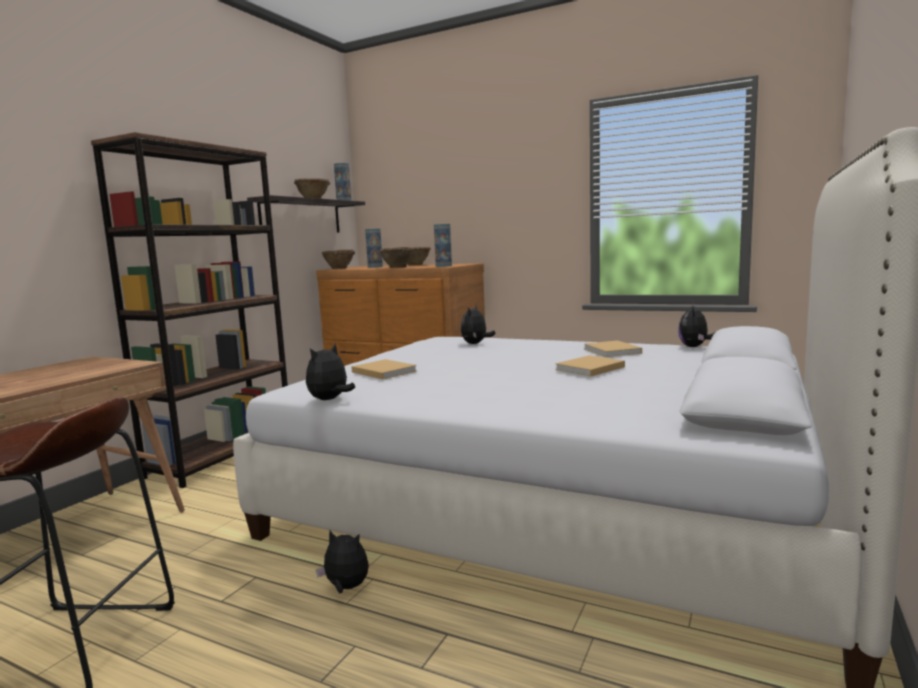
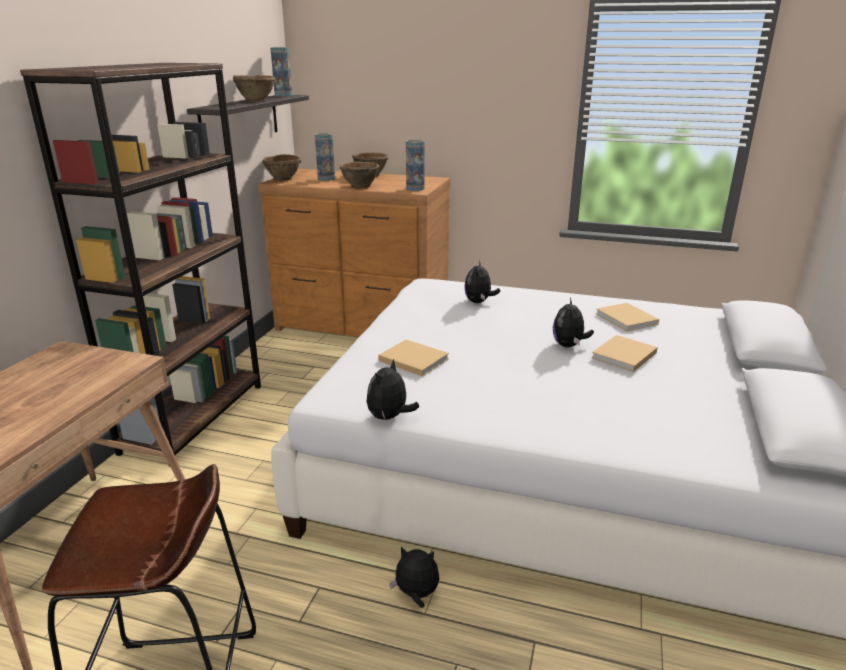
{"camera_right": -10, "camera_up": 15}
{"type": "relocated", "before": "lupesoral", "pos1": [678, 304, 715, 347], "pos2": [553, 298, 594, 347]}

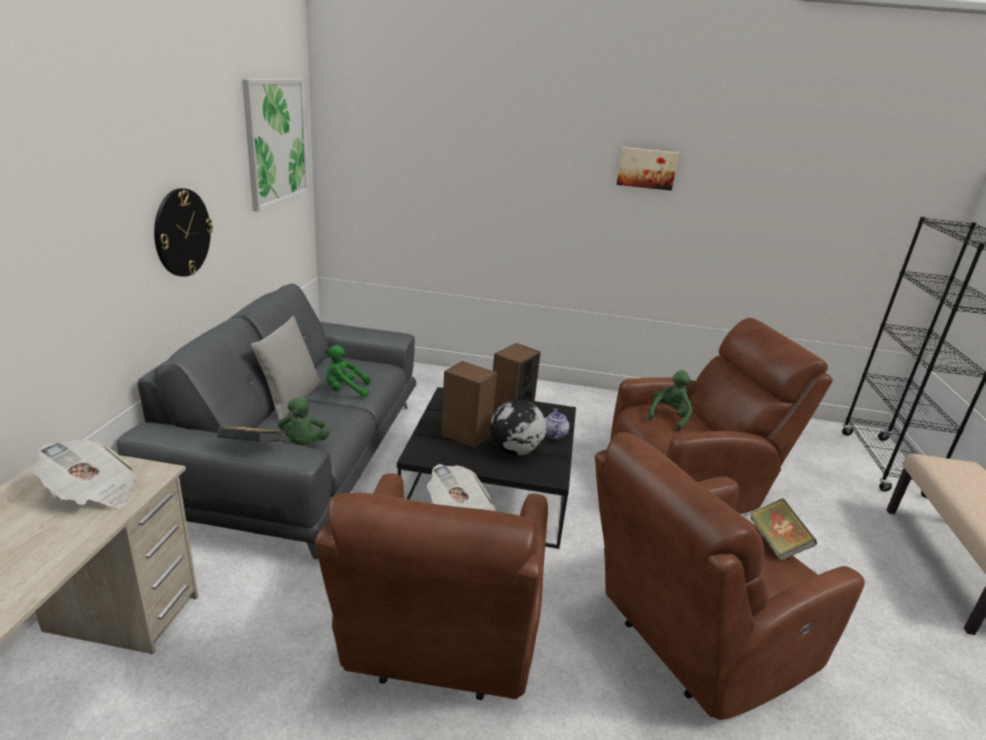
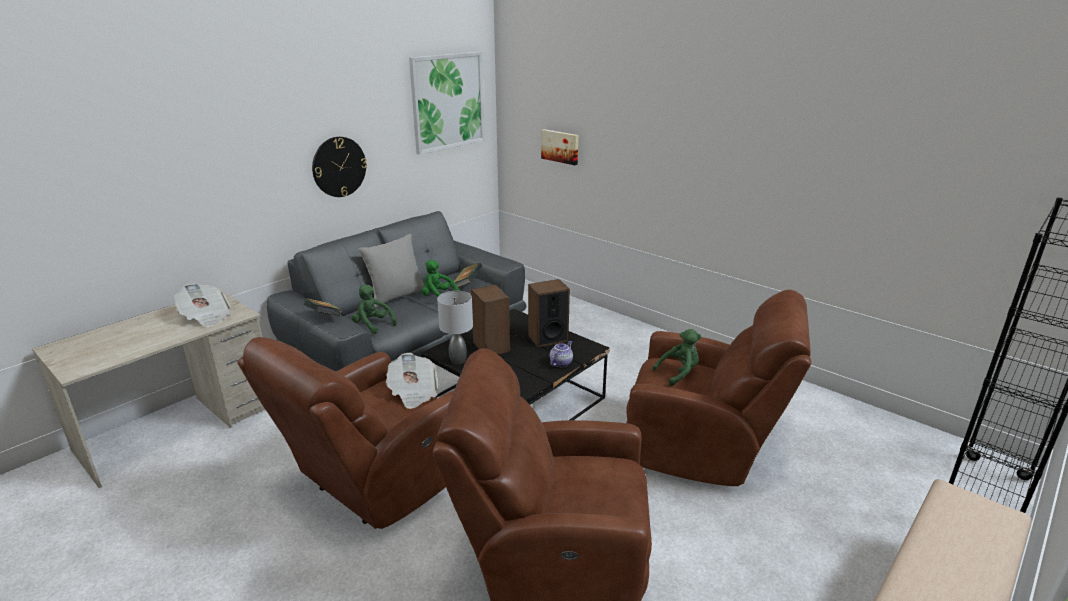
{"camera_right": 35, "camera_up": 0}
{"type": "spun", "before": "lupesoral (green)", "pos1": [278, 397, 330, 445], "pos2": [352, 284, 397, 334], "turn": 105}
{"type": "appeared", "after": "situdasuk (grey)", "pos2": [437, 291, 473, 365]}
{"type": "relocated", "before": "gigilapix", "pos1": [749, 499, 817, 561], "pos2": [454, 262, 483, 288]}
{"type": "relocated", "before": "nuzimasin", "pos1": [617, 147, 679, 191], "pos2": [541, 129, 578, 165]}
{"type": "missing", "before": "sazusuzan", "pos1": [490, 400, 546, 456]}

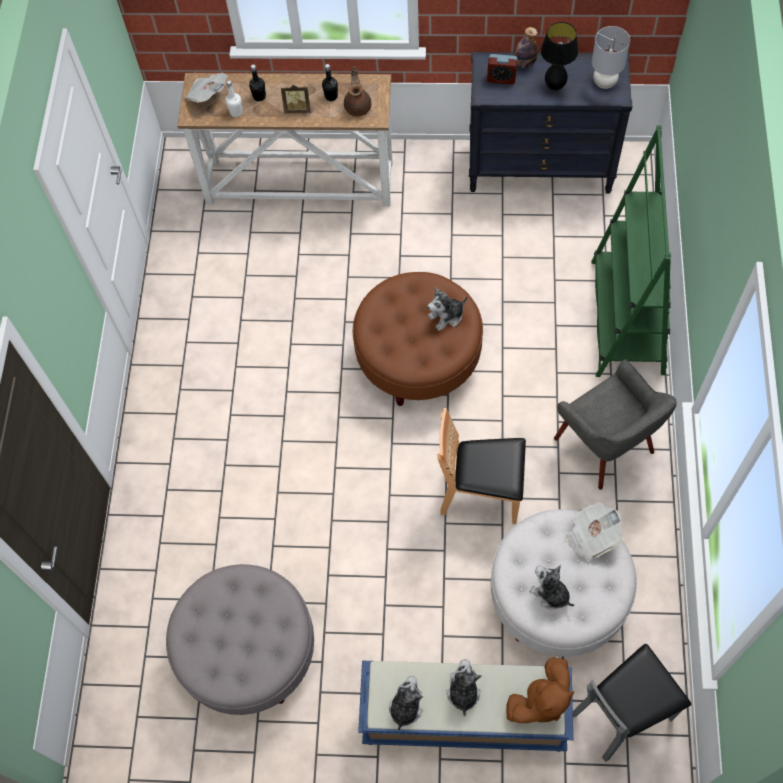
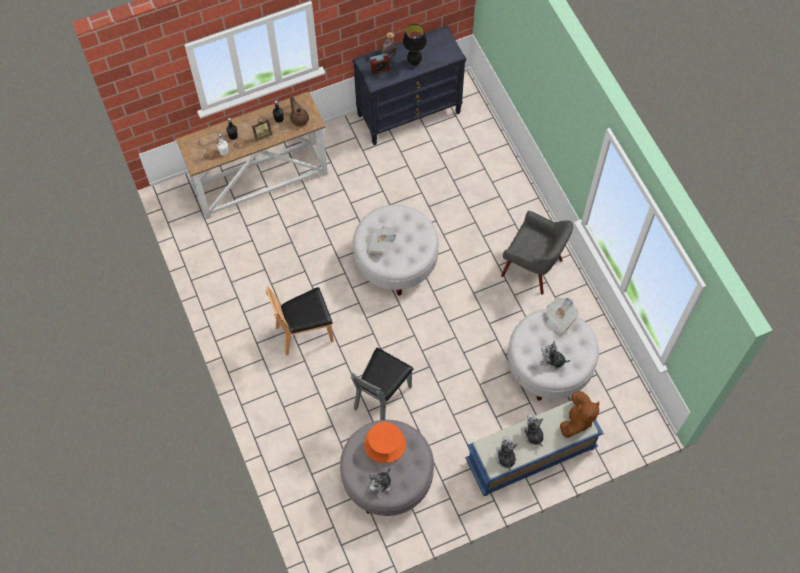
{"camera_right": -30, "camera_up": 0}
{"type": "relocated", "before": "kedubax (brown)", "pos1": [437, 408, 526, 524], "pos2": [265, 286, 334, 356]}
{"type": "relocated", "before": "kedubax (grey)", "pos1": [573, 644, 691, 762], "pos2": [351, 348, 414, 420]}
{"type": "colour", "before": "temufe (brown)", "after": "temufe (white)", "pos1": [353, 272, 483, 406], "pos2": [353, 205, 439, 296]}
{"type": "appeared", "after": "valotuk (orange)", "pos2": [364, 422, 406, 463]}
{"type": "relocated", "before": "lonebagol", "pos1": [185, 72, 228, 102], "pos2": [365, 226, 396, 253]}
{"type": "relocated", "before": "lupesoral", "pos1": [428, 287, 468, 331], "pos2": [368, 468, 391, 499]}
{"type": "missing", "before": "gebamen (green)", "pos1": [591, 125, 671, 377]}
{"type": "missing", "before": "situdasuk (grey)", "pos1": [592, 26, 630, 89]}

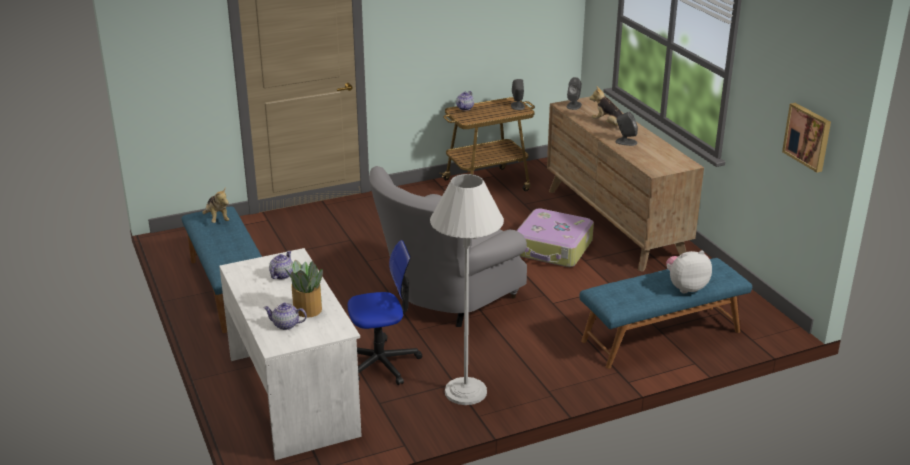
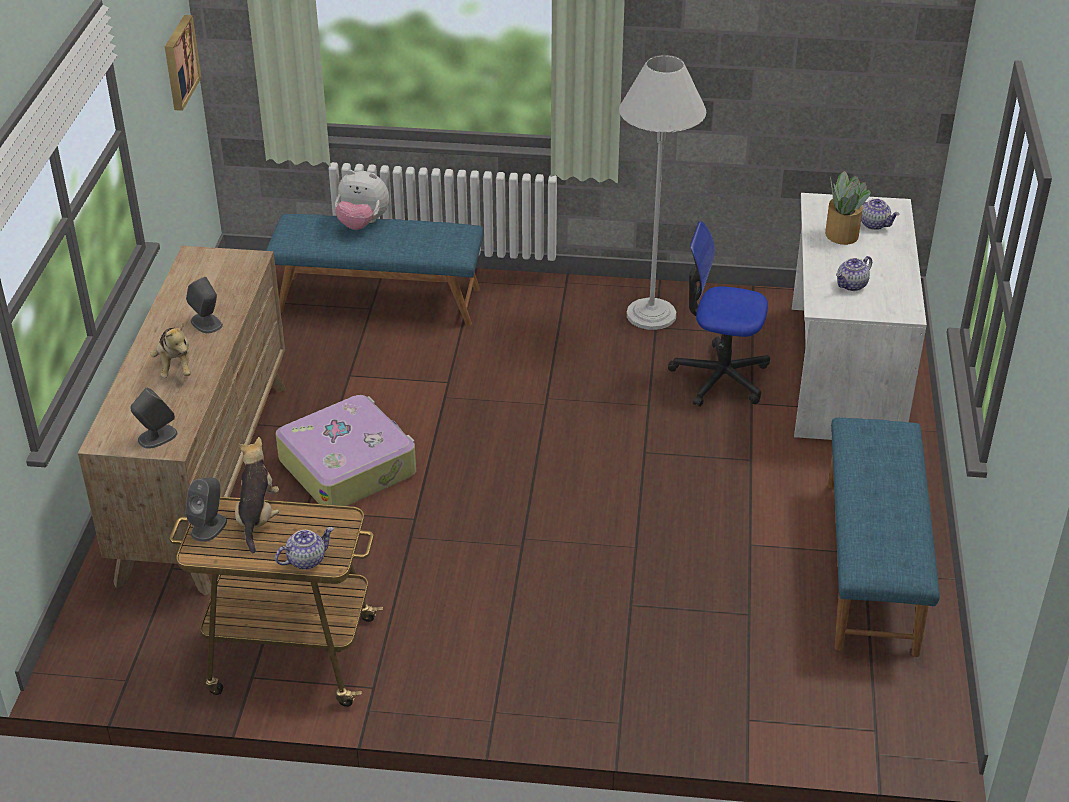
{"camera_right": -150, "camera_up": 10}
{"type": "relocated", "before": "lupesoral", "pos1": [202, 187, 229, 223], "pos2": [235, 437, 279, 553]}
{"type": "missing", "before": "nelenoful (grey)", "pos1": [369, 166, 527, 327]}

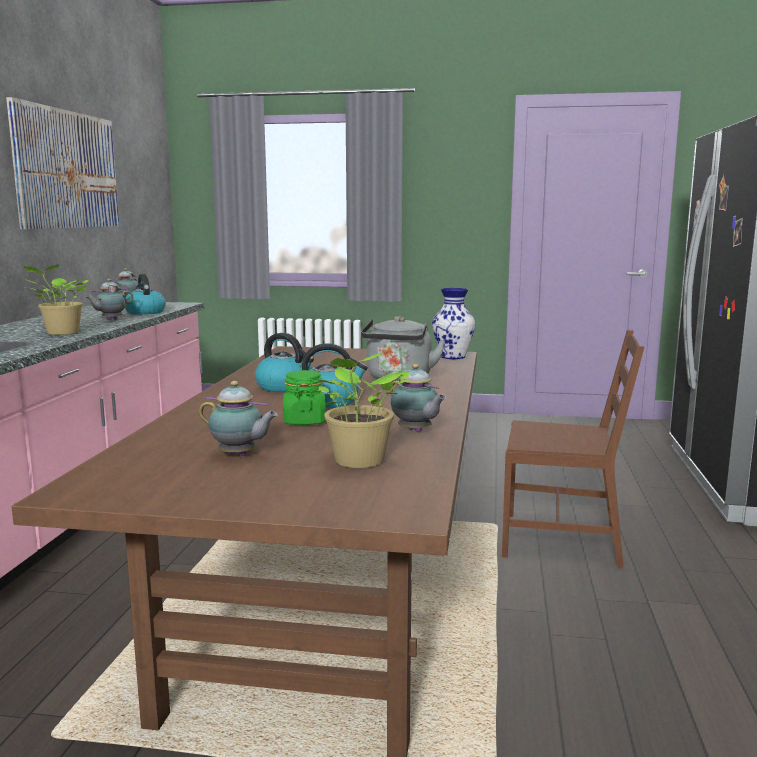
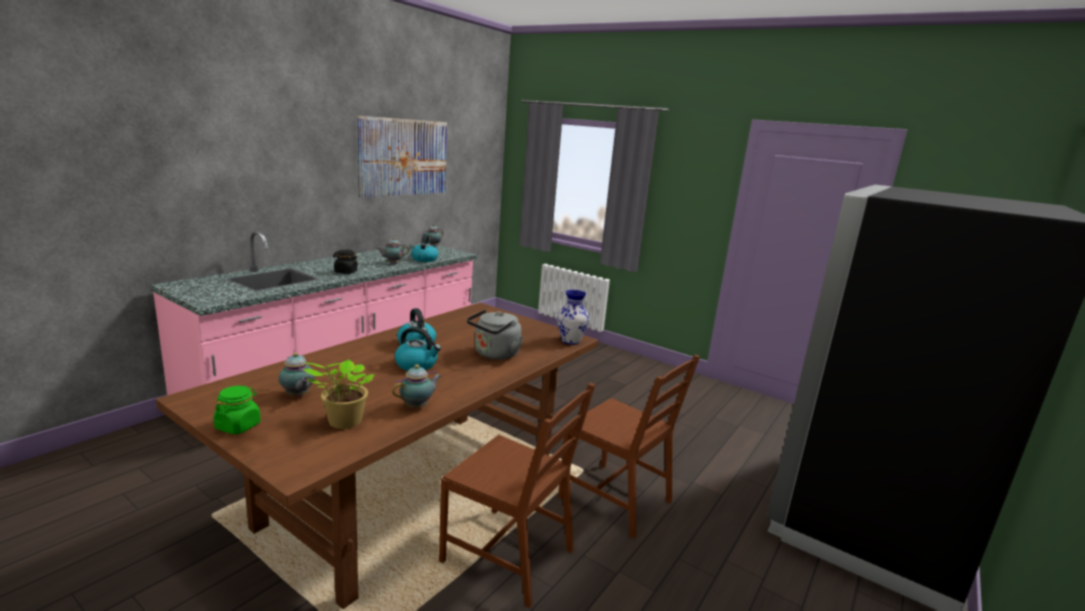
{"camera_right": 25, "camera_up": 5}
{"type": "relocated", "before": "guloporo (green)", "pos1": [283, 370, 326, 425], "pos2": [214, 386, 261, 434]}
{"type": "exchanged", "before": "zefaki", "after": "guloporo (black)", "pos1": [23, 264, 89, 335], "pos2": [333, 250, 358, 274]}
{"type": "spun", "before": "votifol", "pos1": [390, 364, 446, 432], "pos2": [392, 364, 442, 409], "turn": -120}
{"type": "appeared", "after": "kedubax (brown)", "pos2": [439, 383, 596, 608]}

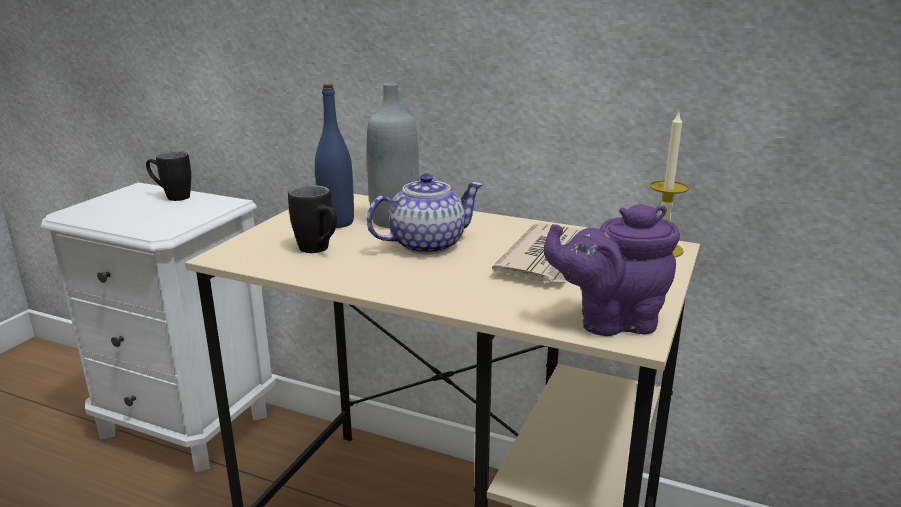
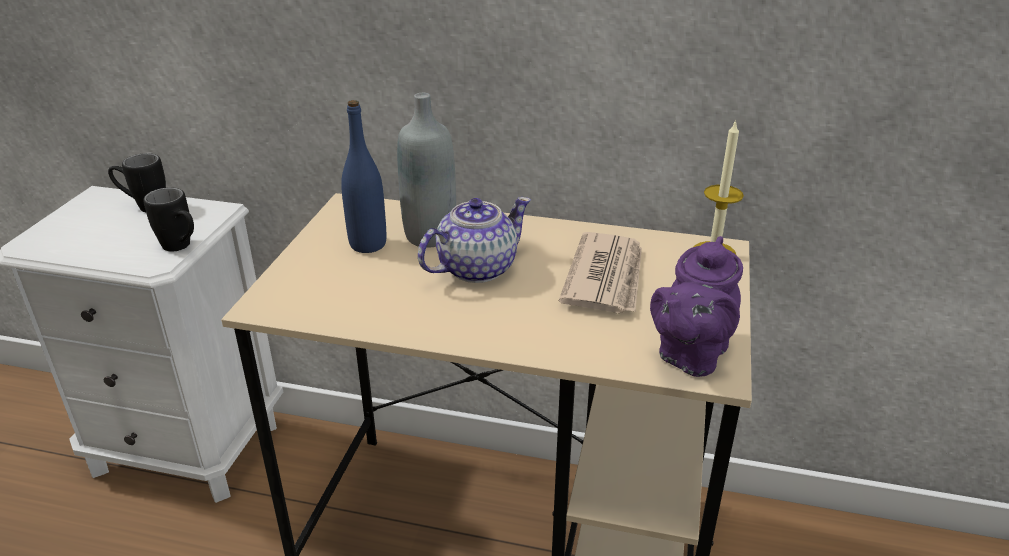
{"camera_right": -10, "camera_up": 10}
{"type": "relocated", "before": "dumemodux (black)", "pos1": [288, 185, 337, 253], "pos2": [143, 187, 194, 251]}
{"type": "spun", "before": "votifol (purple)", "pos1": [544, 204, 680, 336], "pos2": [650, 236, 743, 377], "turn": -45}

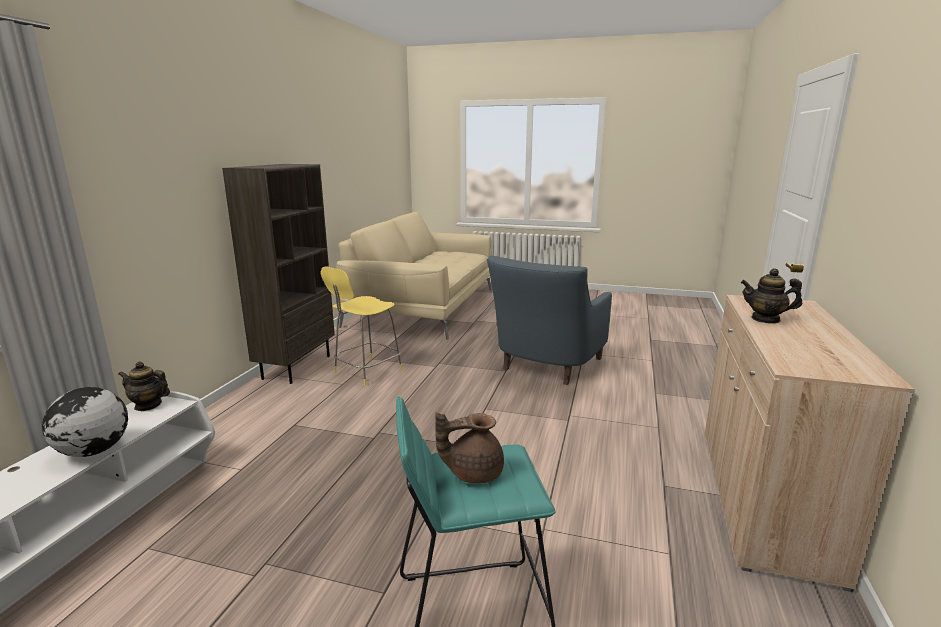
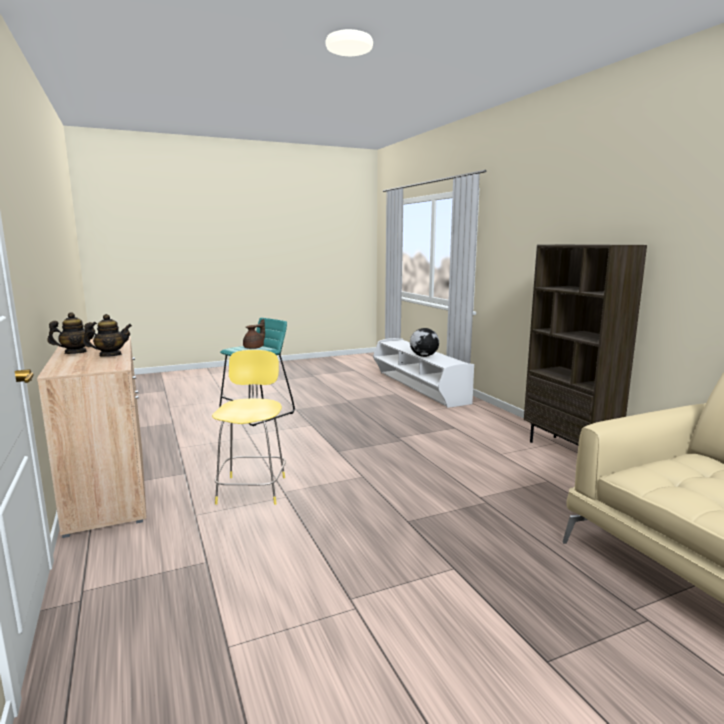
{"camera_right": 140, "camera_up": -5}
{"type": "relocated", "before": "votifol", "pos1": [118, 362, 170, 411], "pos2": [48, 312, 97, 354]}
{"type": "relocated", "before": "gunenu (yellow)", "pos1": [321, 266, 402, 386], "pos2": [212, 350, 286, 505]}
{"type": "missing", "before": "nelenoful (blue)", "pos1": [487, 256, 612, 385]}

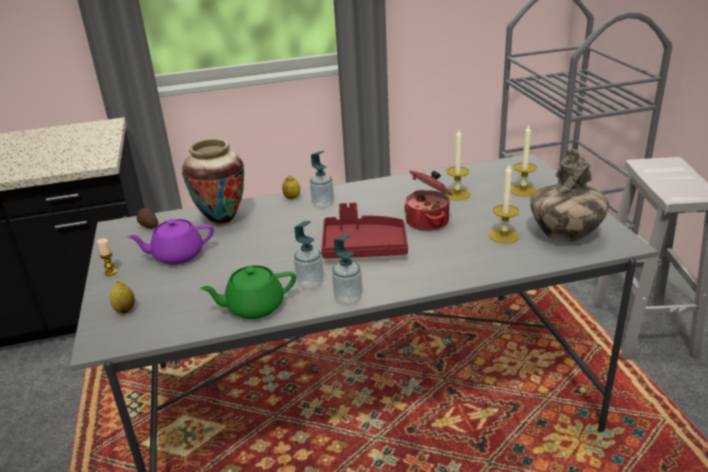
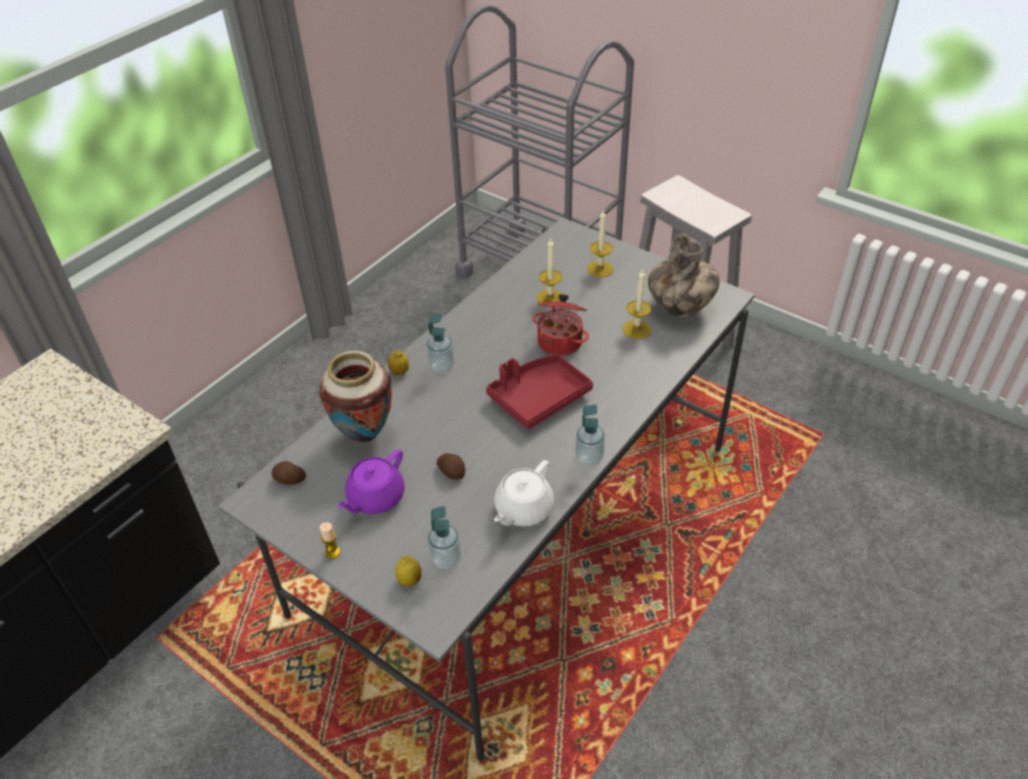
{"camera_right": -40, "camera_up": 15}
{"type": "relocated", "before": "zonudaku", "pos1": [294, 221, 324, 289], "pos2": [427, 506, 461, 570]}
{"type": "appeared", "after": "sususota", "pos2": [437, 453, 465, 480]}
{"type": "colour", "before": "votifol (green)", "after": "votifol (white)", "pos1": [199, 265, 296, 319], "pos2": [494, 460, 554, 527]}

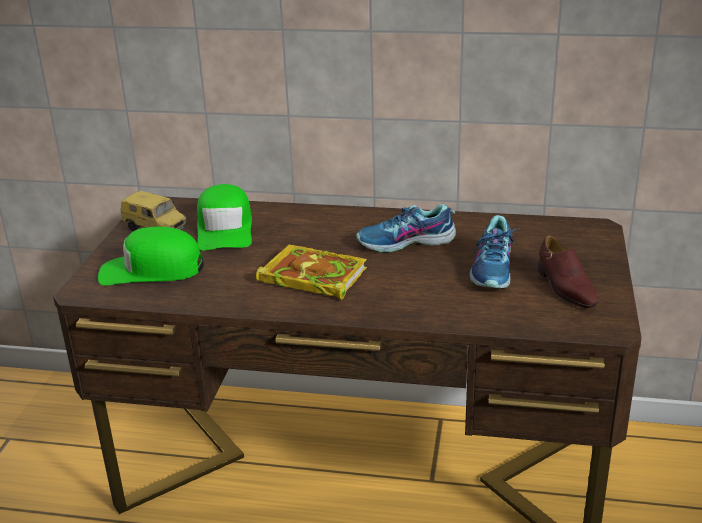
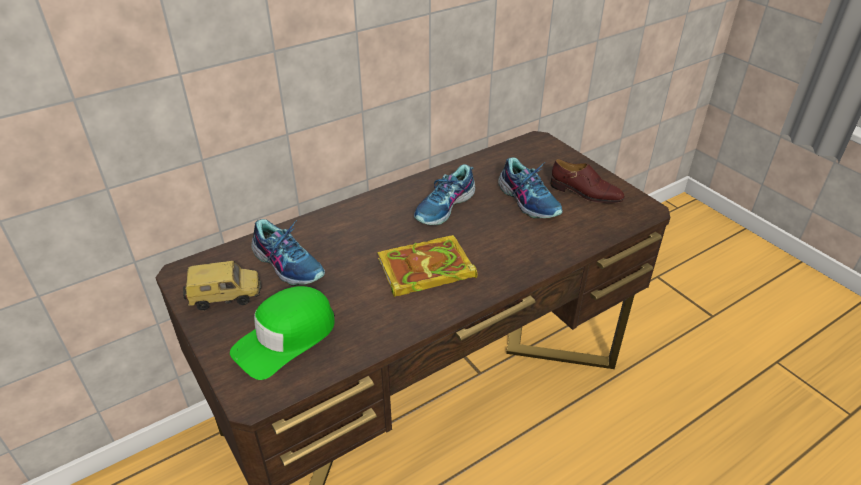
{"camera_right": -45, "camera_up": 10}
{"type": "exchanged", "before": "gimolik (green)", "after": "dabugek", "pos1": [197, 184, 252, 251], "pos2": [251, 219, 325, 286]}

